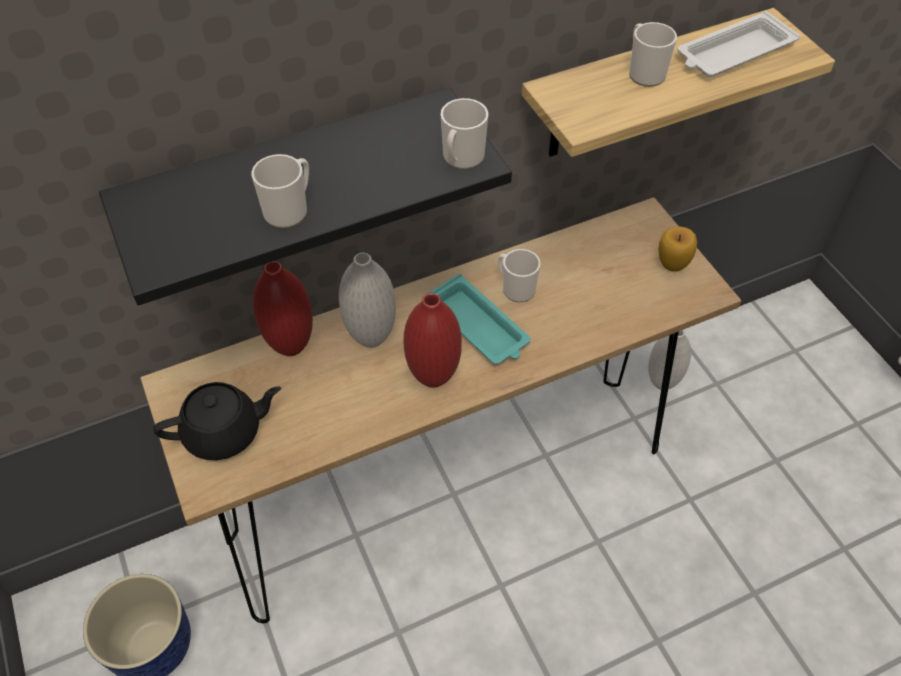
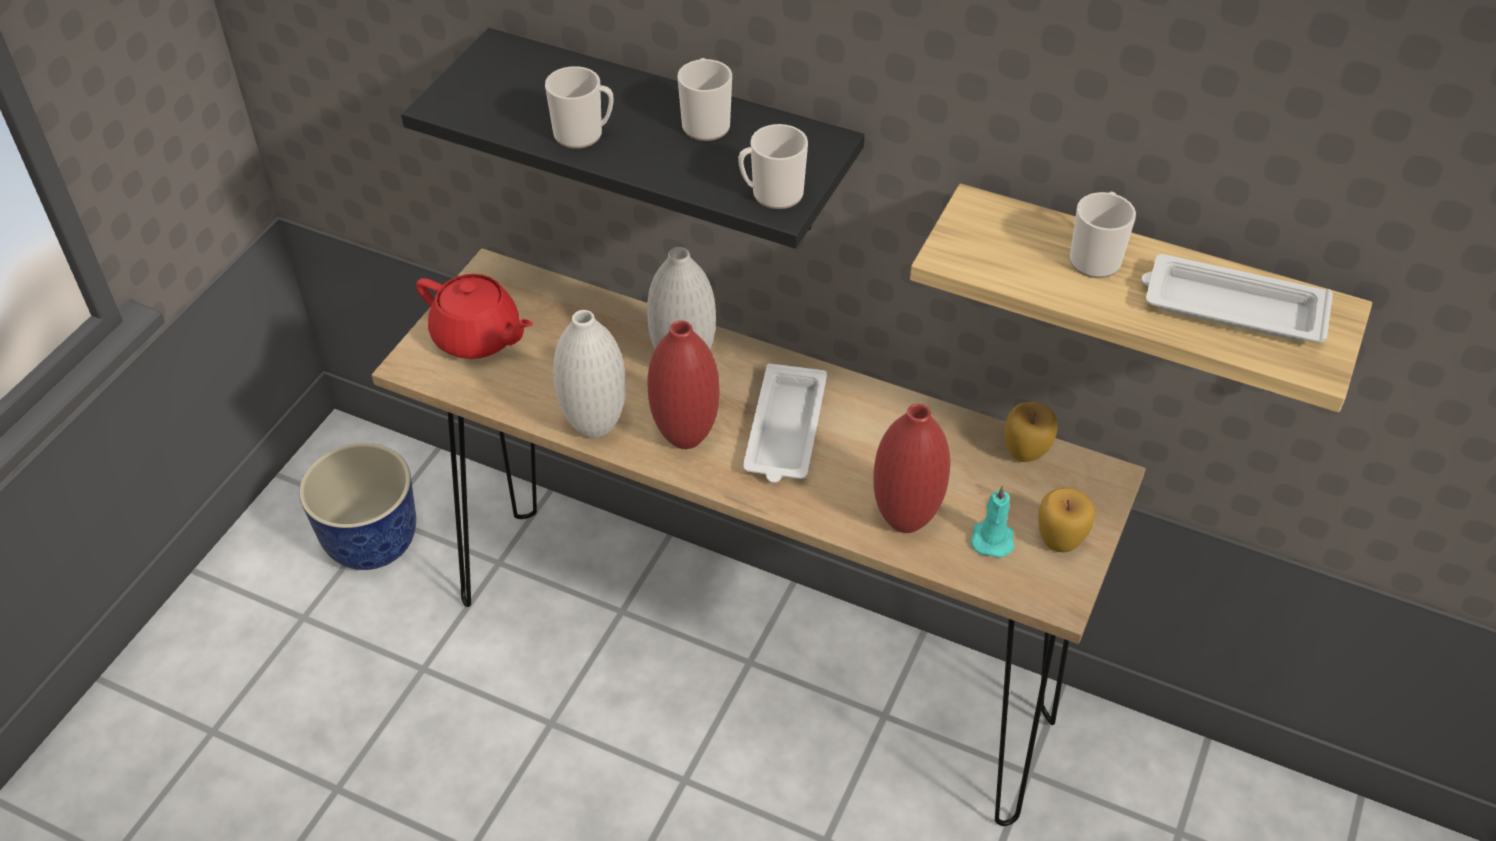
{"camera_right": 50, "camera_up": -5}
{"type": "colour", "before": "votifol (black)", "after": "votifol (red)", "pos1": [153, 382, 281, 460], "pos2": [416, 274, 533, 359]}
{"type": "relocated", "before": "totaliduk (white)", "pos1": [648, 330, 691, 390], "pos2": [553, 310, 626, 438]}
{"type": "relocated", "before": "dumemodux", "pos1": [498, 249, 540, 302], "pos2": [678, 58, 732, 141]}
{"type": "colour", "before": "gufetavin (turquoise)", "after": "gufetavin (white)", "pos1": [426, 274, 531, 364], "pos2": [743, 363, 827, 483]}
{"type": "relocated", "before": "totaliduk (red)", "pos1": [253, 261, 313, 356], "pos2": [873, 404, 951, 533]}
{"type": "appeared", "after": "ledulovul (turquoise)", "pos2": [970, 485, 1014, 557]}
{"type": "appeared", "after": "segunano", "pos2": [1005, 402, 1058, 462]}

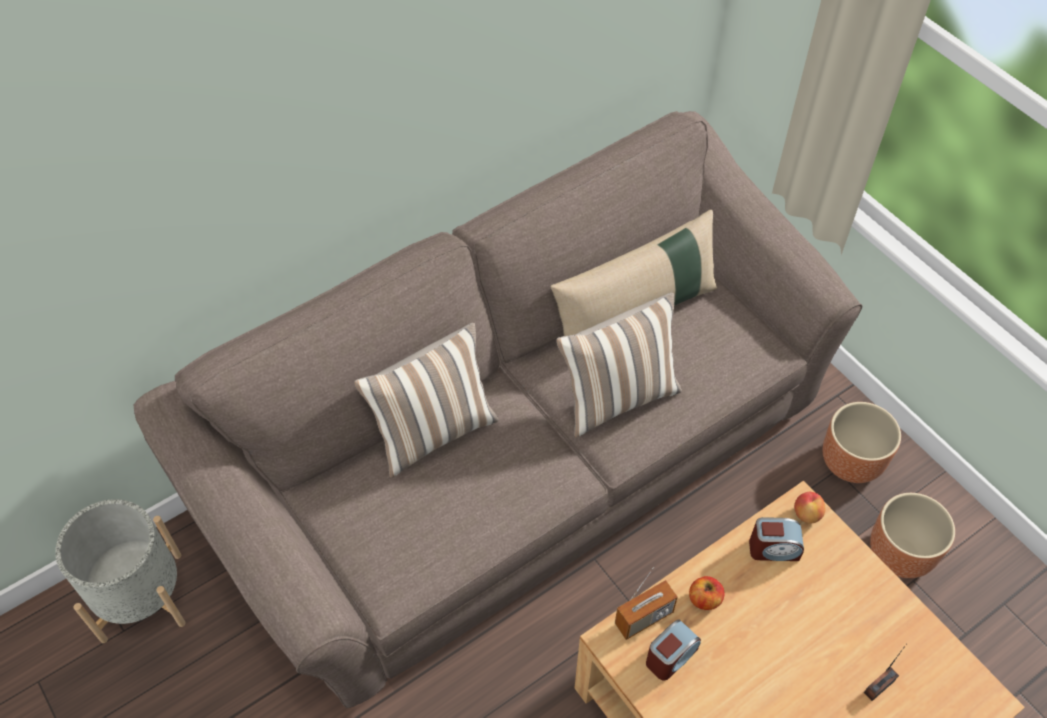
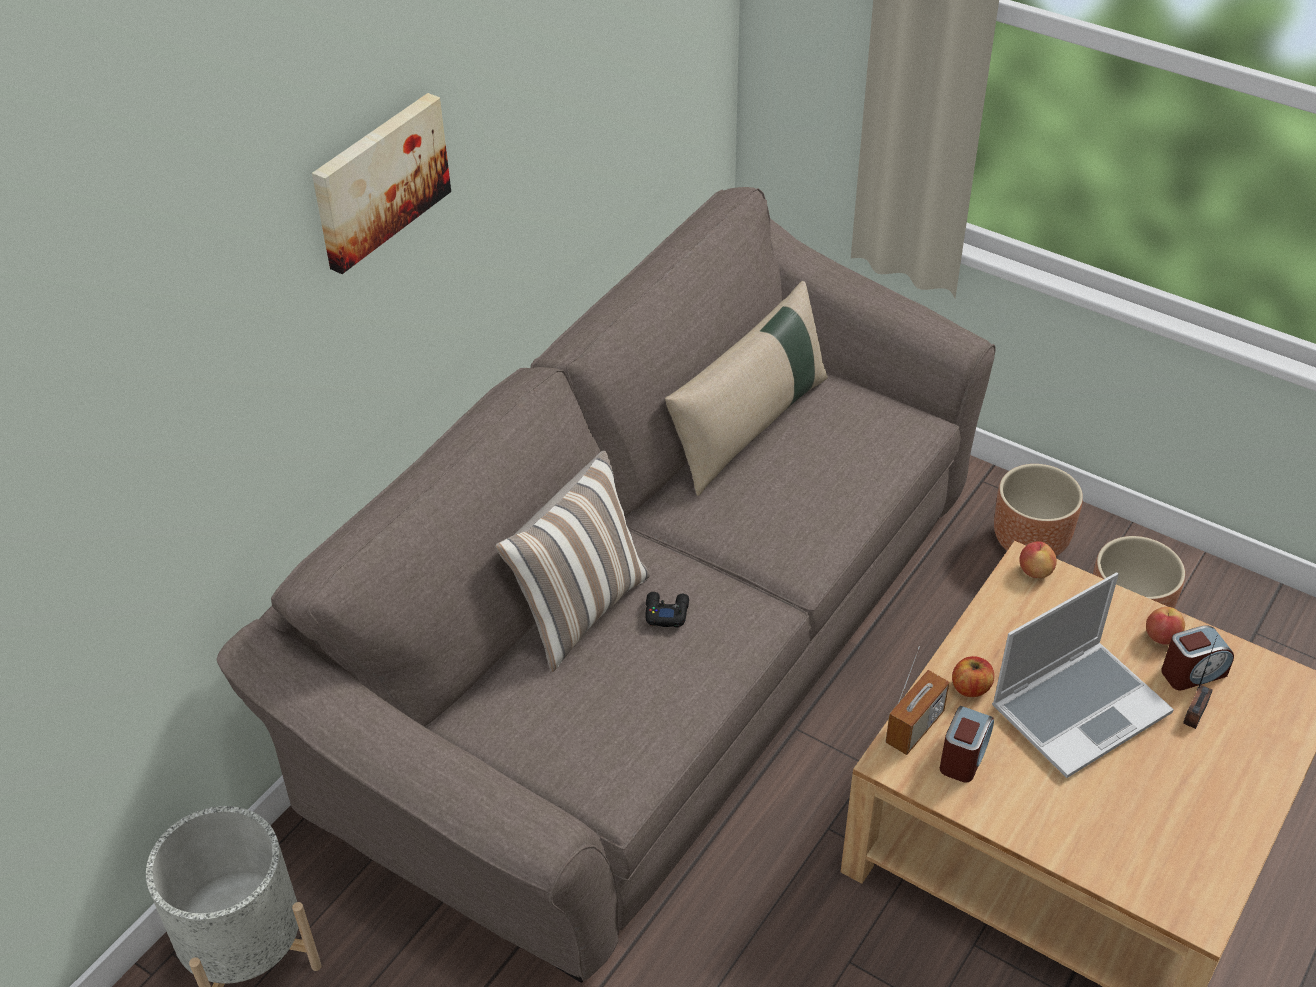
{"camera_right": -20, "camera_up": -10}
{"type": "appeared", "after": "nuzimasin", "pos2": [312, 93, 451, 274]}
{"type": "appeared", "after": "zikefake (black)", "pos2": [645, 592, 689, 627]}
{"type": "appeared", "after": "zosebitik", "pos2": [992, 573, 1174, 778]}
{"type": "appeared", "after": "segunano", "pos2": [1146, 607, 1185, 644]}
{"type": "relocated", "before": "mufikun", "pos1": [749, 517, 804, 561], "pos2": [1161, 626, 1234, 690]}
{"type": "missing", "before": "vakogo", "pos1": [556, 293, 682, 438]}

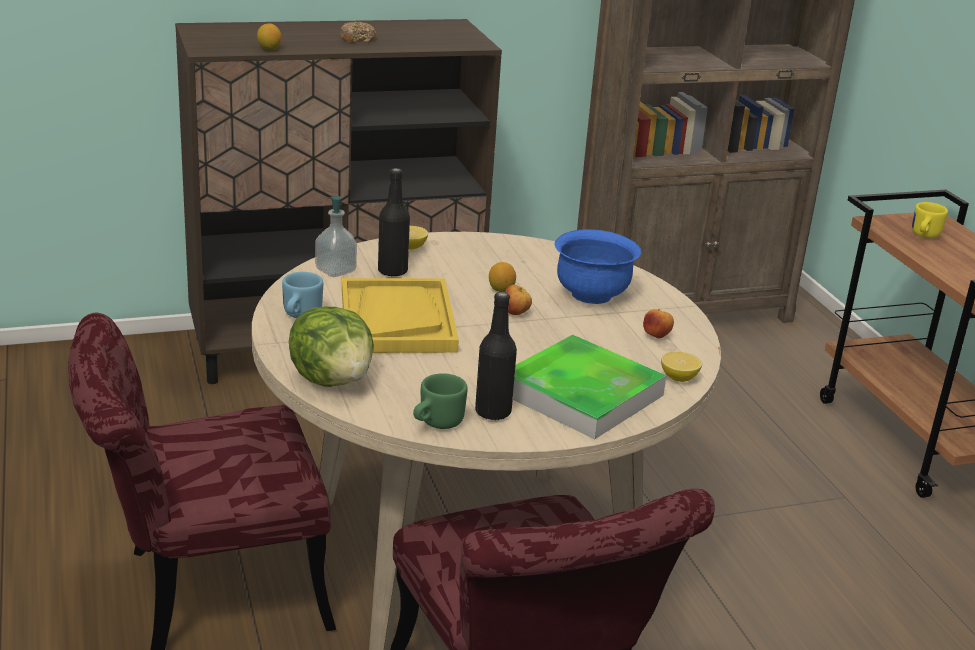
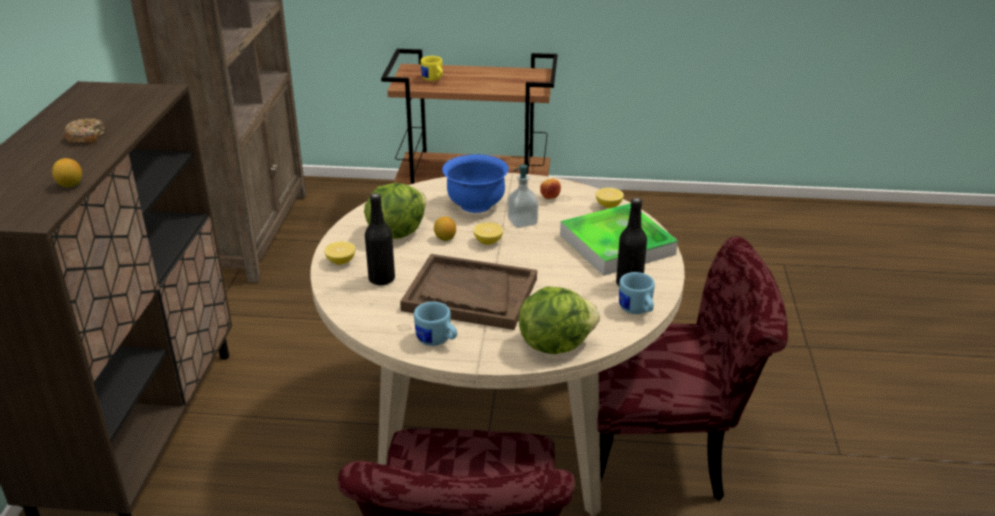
{"camera_right": -65, "camera_up": 5}
{"type": "appeared", "after": "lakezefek", "pos2": [364, 183, 426, 239]}
{"type": "colour", "before": "gufetavin (yellow)", "after": "gufetavin (brown)", "pos1": [342, 278, 459, 353], "pos2": [400, 254, 537, 330]}
{"type": "exchanged", "before": "segunano", "after": "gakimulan", "pos1": [505, 285, 532, 315], "pos2": [473, 222, 503, 245]}
{"type": "relocated", "before": "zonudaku", "pos1": [315, 196, 357, 277], "pos2": [507, 164, 539, 228]}
{"type": "colour", "before": "dumemodux (green)", "after": "dumemodux (blue)", "pos1": [413, 373, 467, 429], "pos2": [619, 272, 655, 314]}

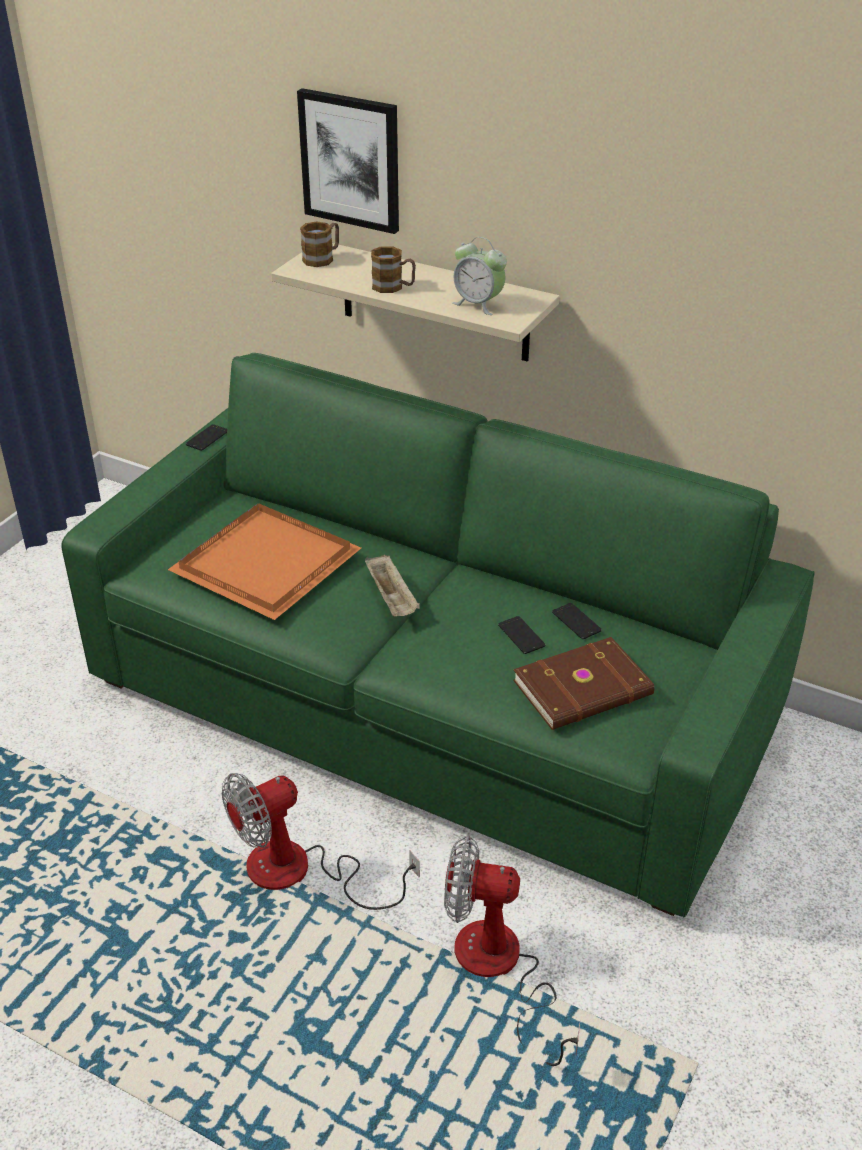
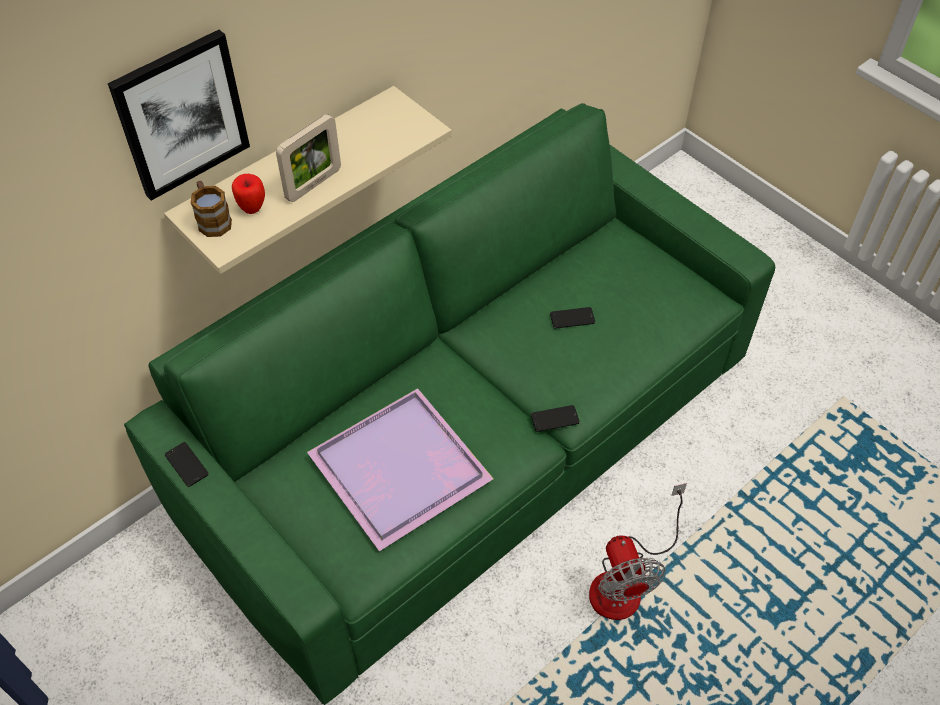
{"camera_right": -70, "camera_up": 15}
{"type": "appeared", "after": "segunano", "pos2": [232, 174, 265, 214]}
{"type": "exchanged", "before": "dumemodux", "after": "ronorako", "pos1": [371, 246, 416, 293], "pos2": [276, 114, 341, 202]}
{"type": "colour", "before": "gufetavin (orange)", "after": "gufetavin (purple)", "pos1": [168, 503, 361, 620], "pos2": [307, 388, 494, 551]}
{"type": "relocated", "before": "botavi", "pos1": [552, 603, 602, 639], "pos2": [531, 405, 580, 432]}
{"type": "missing", "before": "gufetavin (beige)", "pos1": [365, 555, 420, 616]}
{"type": "missing", "before": "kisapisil", "pos1": [444, 836, 580, 1066]}
{"type": "missing", "before": "mufikun", "pos1": [453, 237, 507, 315]}
{"type": "missing", "before": "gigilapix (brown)", "pos1": [513, 637, 654, 730]}

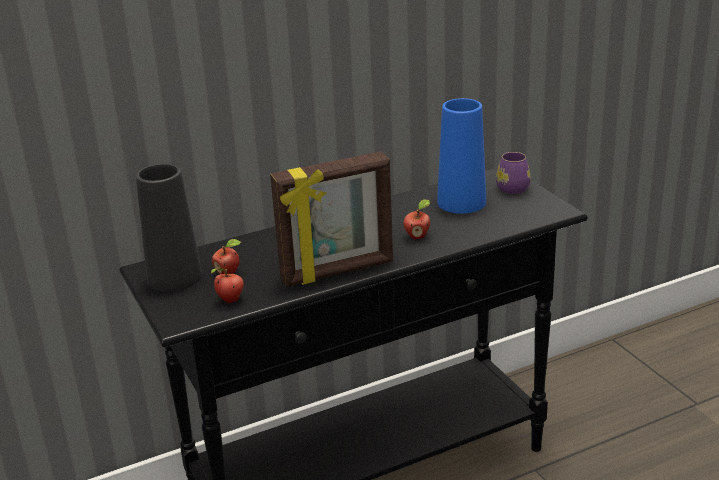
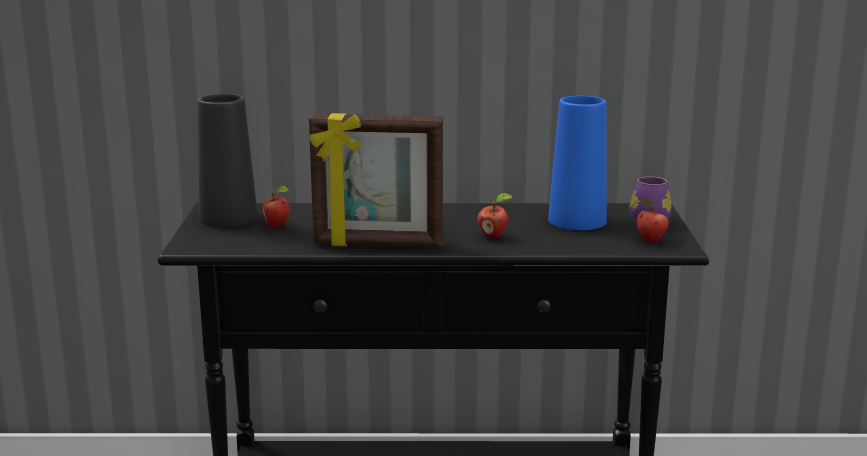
{"camera_right": 25, "camera_up": -10}
{"type": "relocated", "before": "segunano", "pos1": [211, 268, 244, 303], "pos2": [636, 200, 669, 243]}

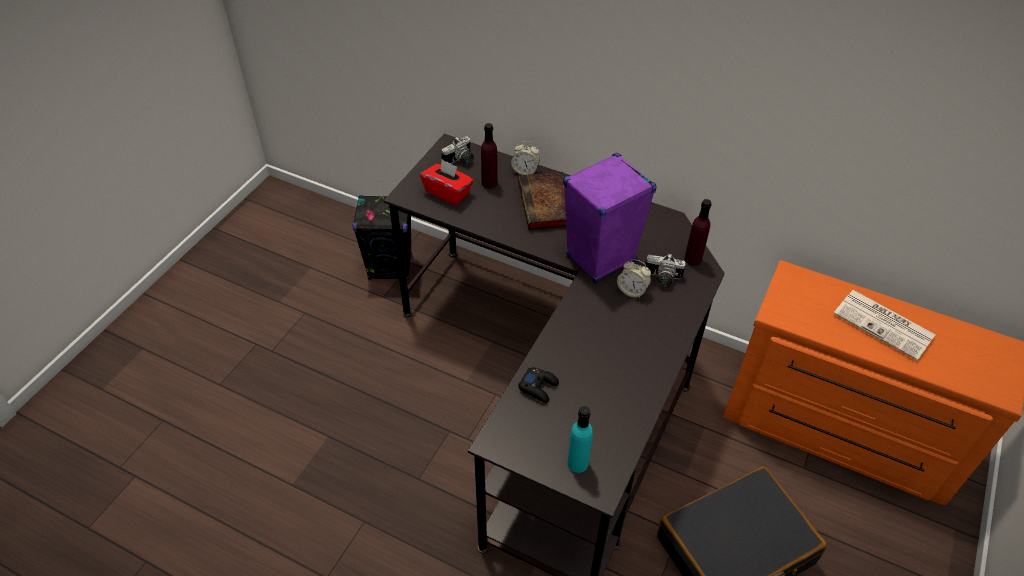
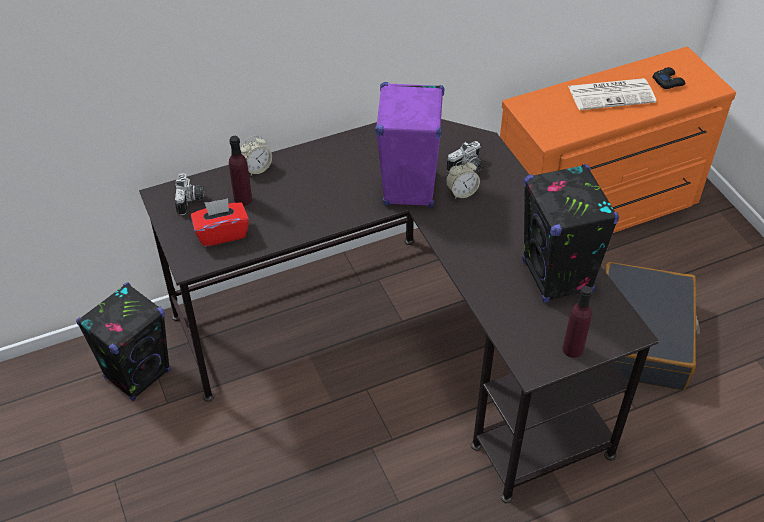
{"camera_right": -50, "camera_up": 0}
{"type": "appeared", "after": "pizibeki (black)", "pos2": [522, 164, 619, 303]}
{"type": "relocated", "before": "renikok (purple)", "pos1": [684, 199, 712, 266], "pos2": [563, 286, 592, 358]}
{"type": "relocated", "before": "zikefake (black)", "pos1": [518, 367, 559, 403], "pos2": [652, 67, 685, 89]}
{"type": "missing", "before": "gigilapix", "pos1": [518, 172, 566, 230]}
{"type": "missing", "before": "renikok (turquoise)", "pos1": [567, 406, 593, 473]}

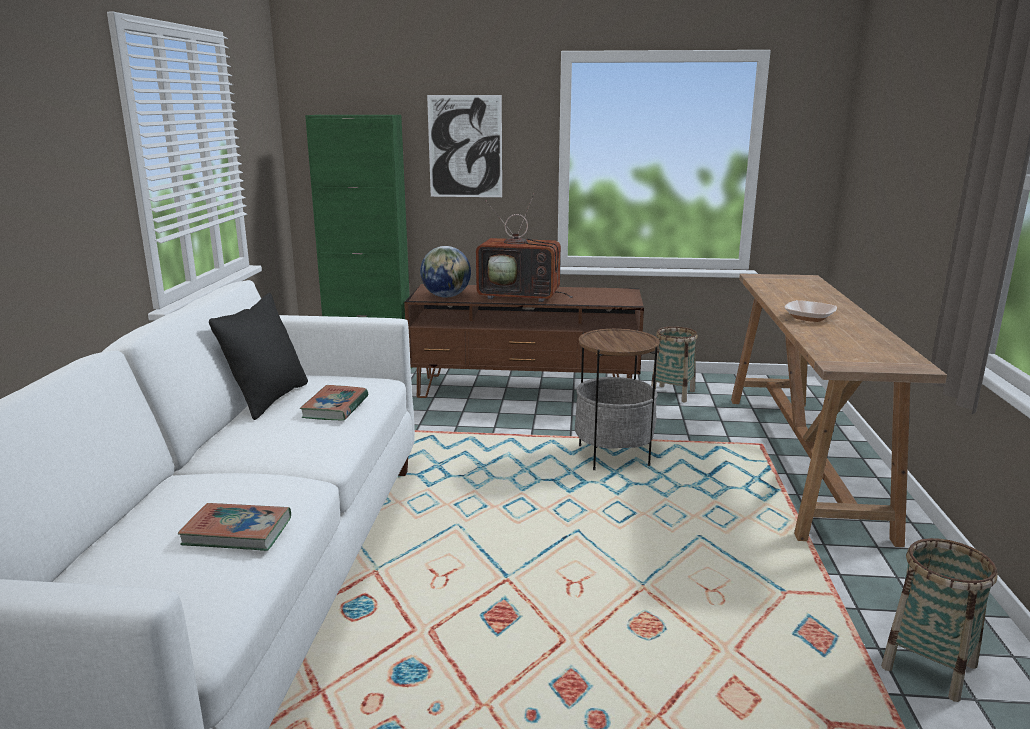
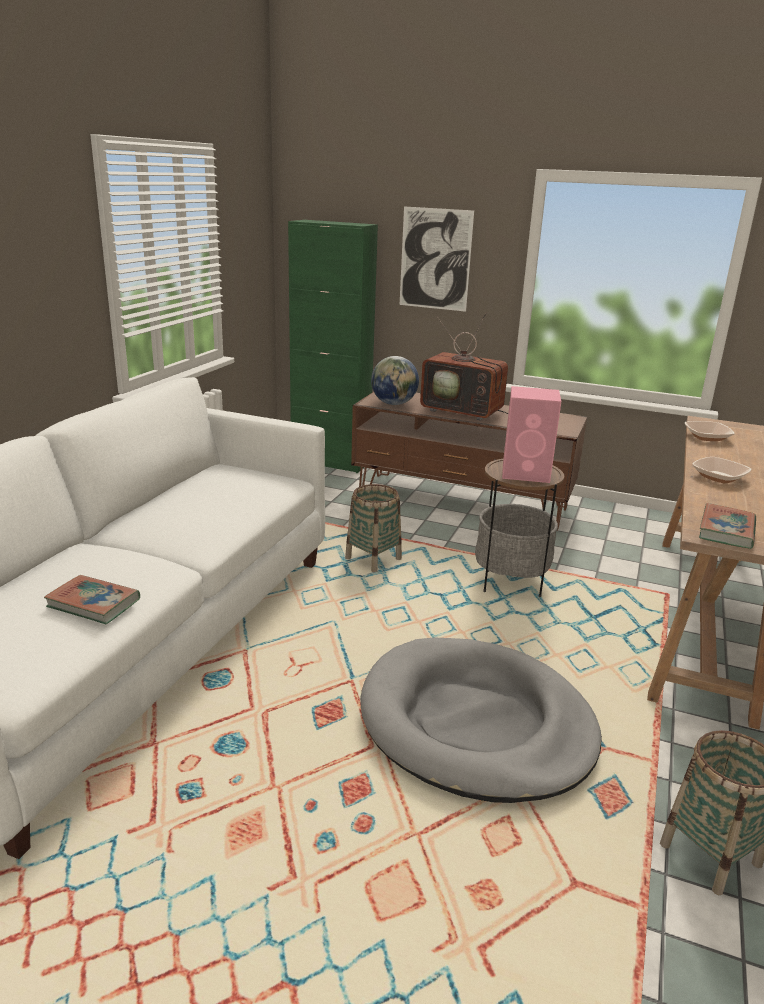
{"camera_right": 15, "camera_up": 5}
{"type": "relocated", "before": "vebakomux", "pos1": [651, 326, 698, 402], "pos2": [345, 484, 402, 572]}
{"type": "appeared", "after": "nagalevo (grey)", "pos2": [360, 638, 602, 803]}
{"type": "appeared", "after": "pizibeki (pink)", "pos2": [502, 386, 561, 483]}
{"type": "appeared", "after": "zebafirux", "pos2": [685, 421, 735, 441]}
{"type": "relocated", "before": "gigilapix", "pos1": [300, 385, 368, 421], "pos2": [699, 503, 756, 549]}
{"type": "missing", "before": "vakogo (black)", "pos1": [209, 293, 308, 420]}

